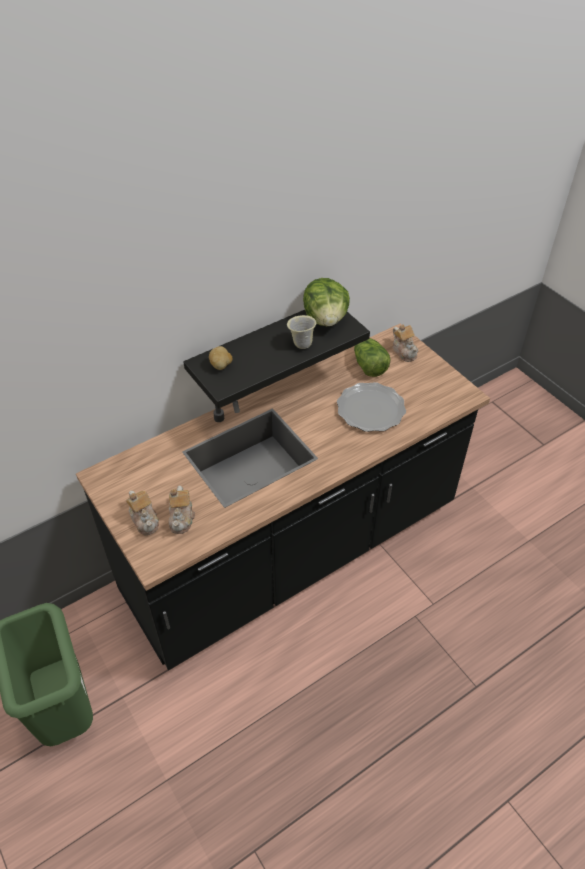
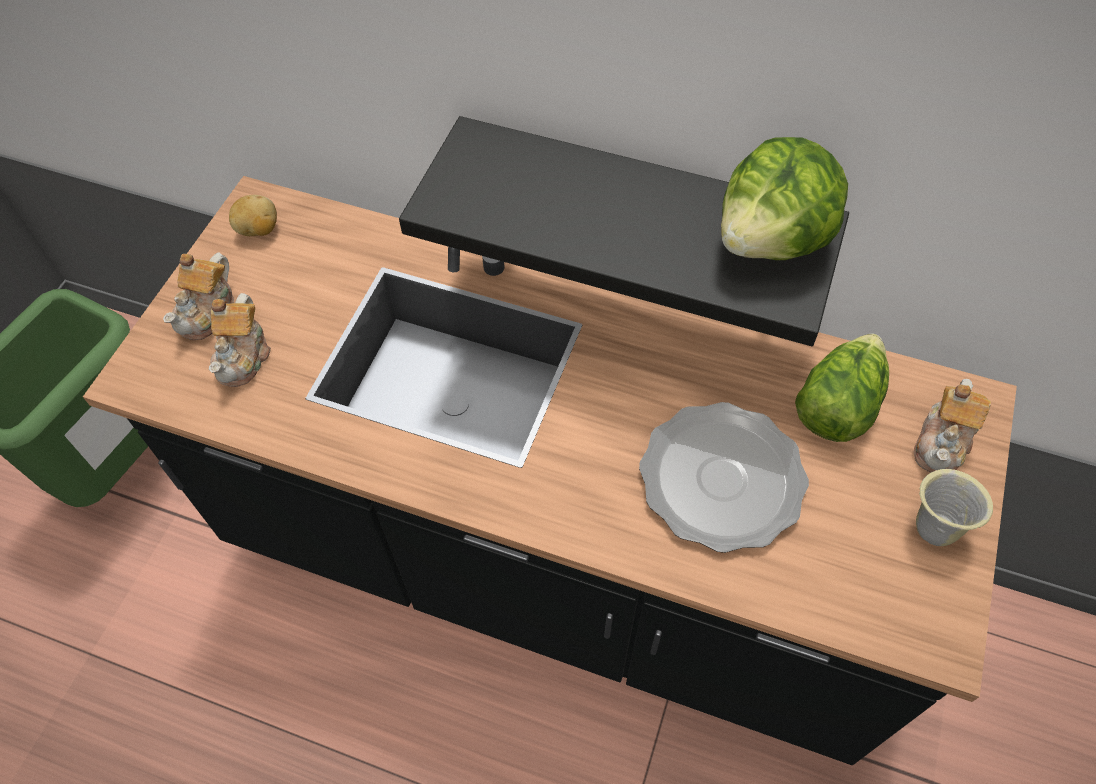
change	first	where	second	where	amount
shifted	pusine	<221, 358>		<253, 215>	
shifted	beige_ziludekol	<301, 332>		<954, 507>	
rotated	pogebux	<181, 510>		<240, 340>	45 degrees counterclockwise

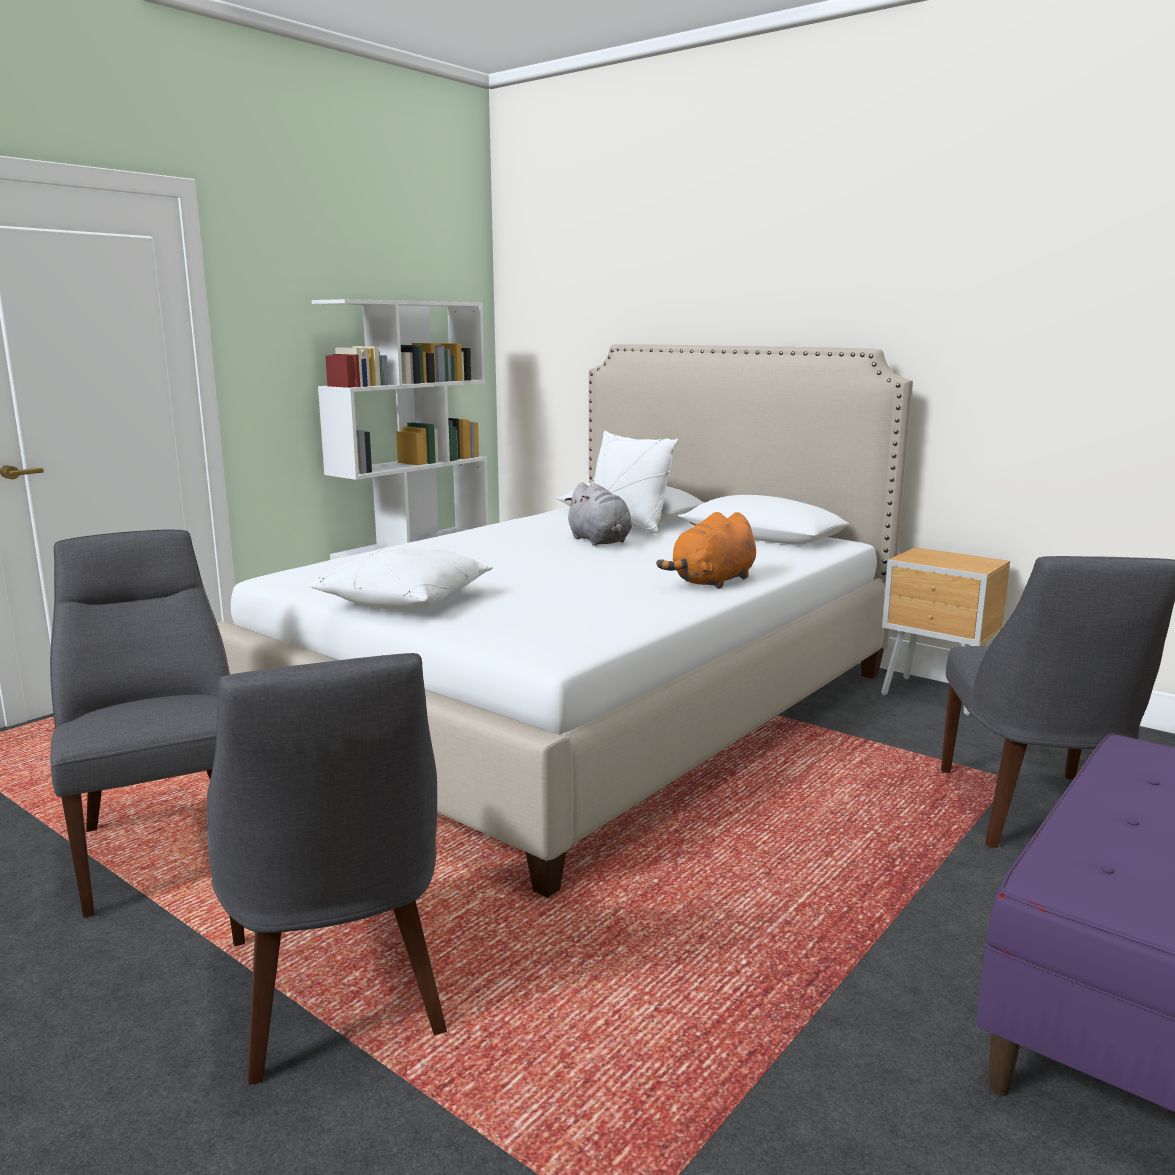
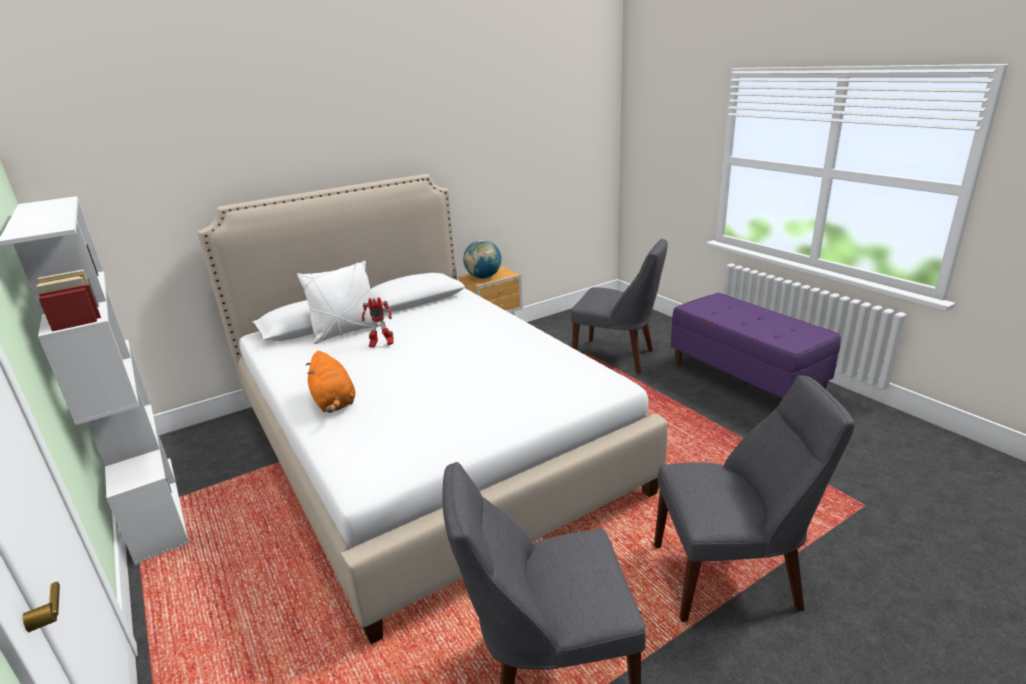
change	first	where	second	where	amount
gone	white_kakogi	<401, 578>			
new			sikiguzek	<482, 259>	
shifted	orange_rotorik	<706, 550>		<330, 382>	
swapped	grey_rotorik	<598, 514>	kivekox	<378, 322>	

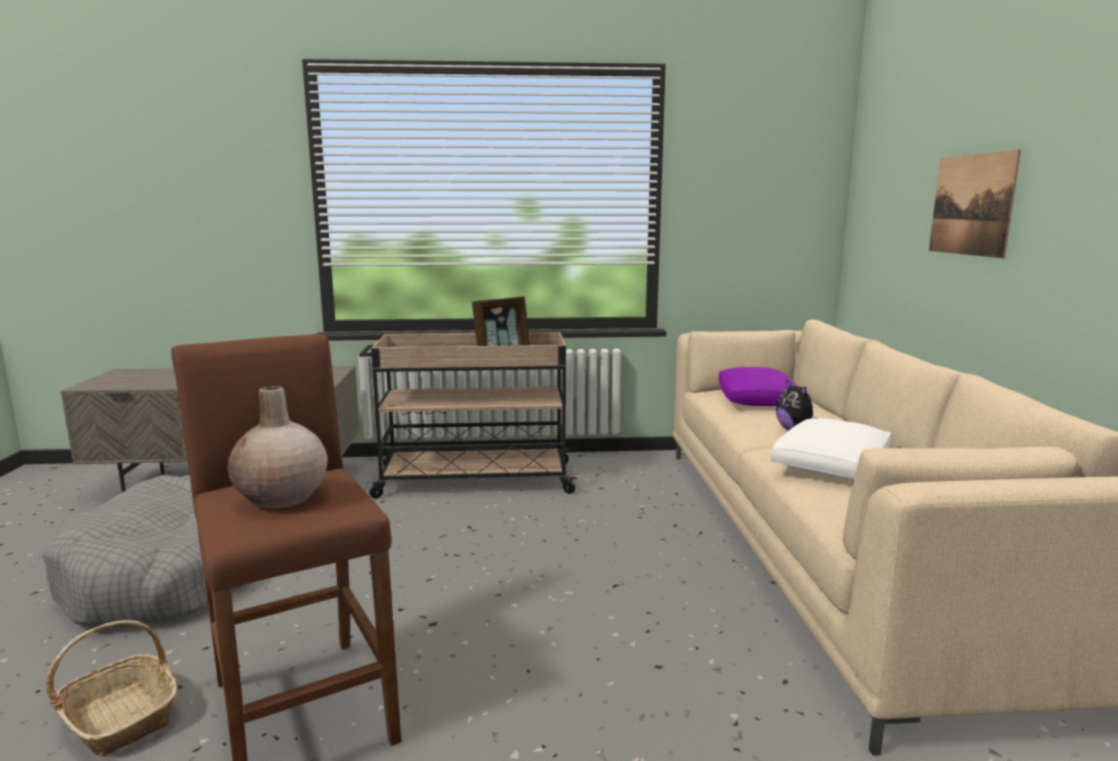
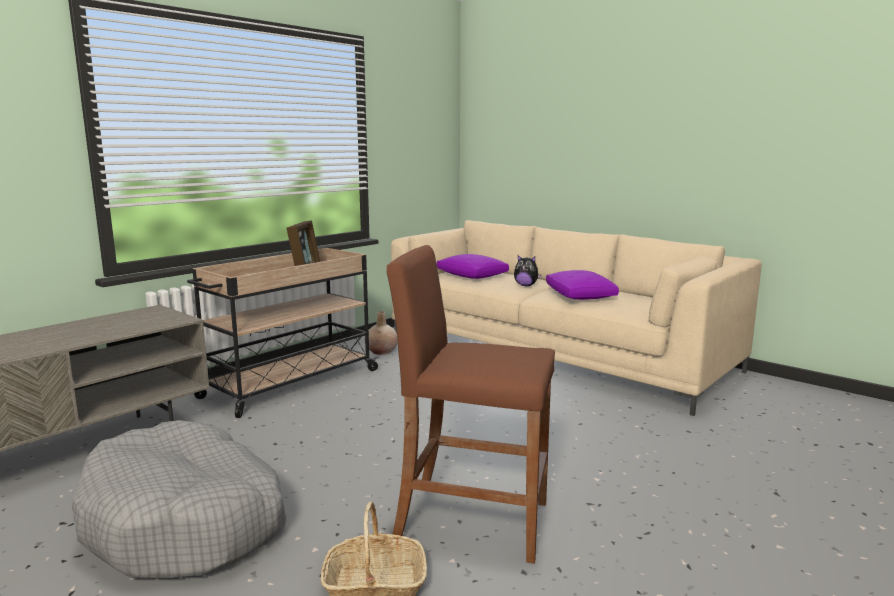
change	first	where	second	where	amount
gone	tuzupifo	<975, 204>			
shifted	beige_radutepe	<278, 447>		<381, 333>	
repainted	white_kakogi	<831, 448>	purple_kakogi	<582, 285>	

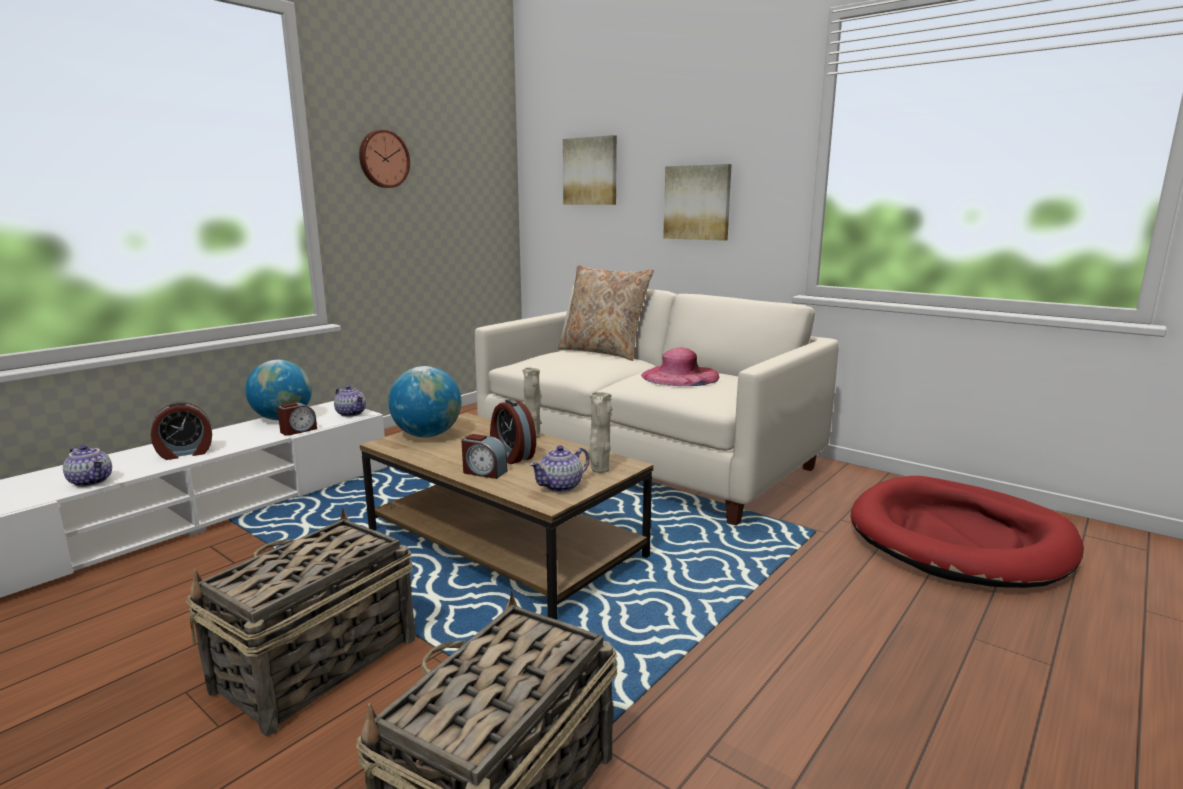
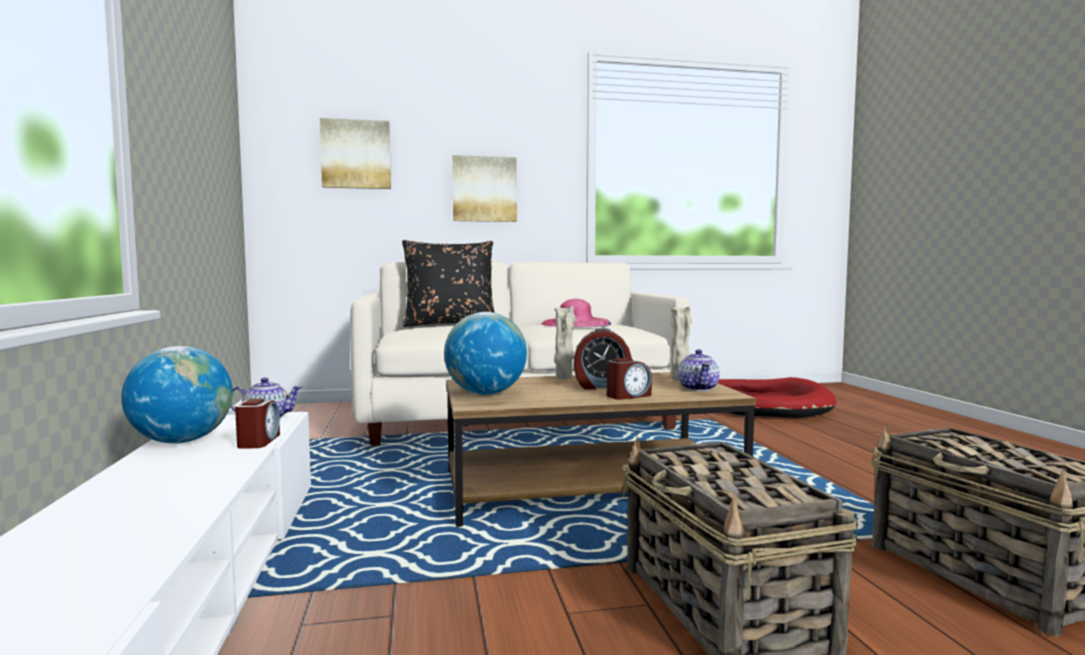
change	first	where	second	where	amount
gone	pogebux	<87, 466>			
gone	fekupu	<181, 431>			
gone	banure	<384, 159>			
repainted	beige_kakogi	<606, 313>	black_kakogi	<448, 283>	

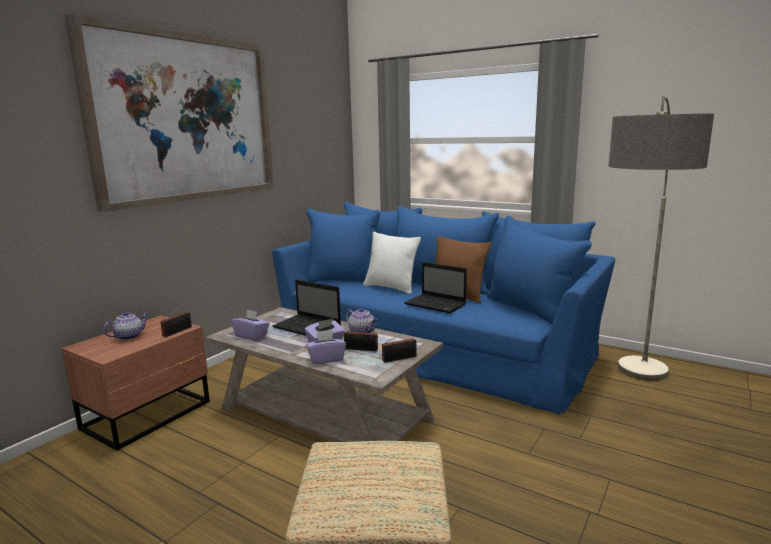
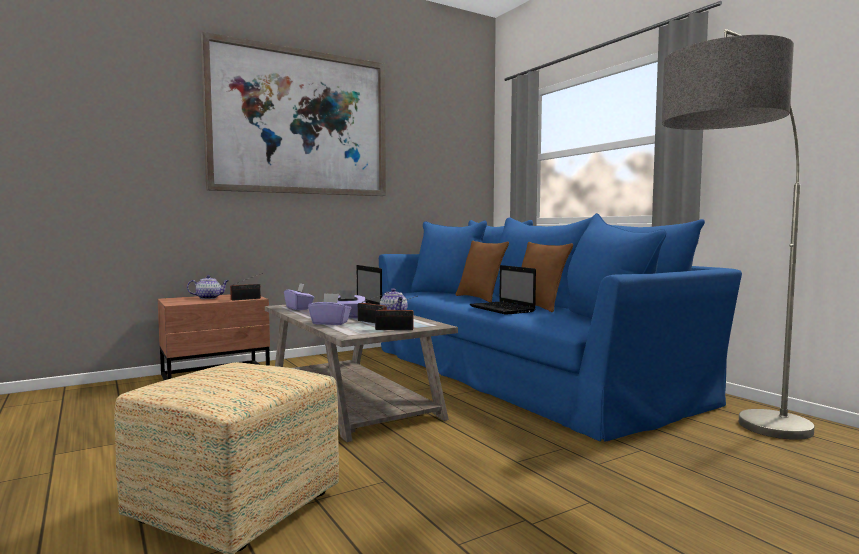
change	first	where	second	where	amount
repainted	white_kakogi	<392, 263>	brown_kakogi	<482, 271>	

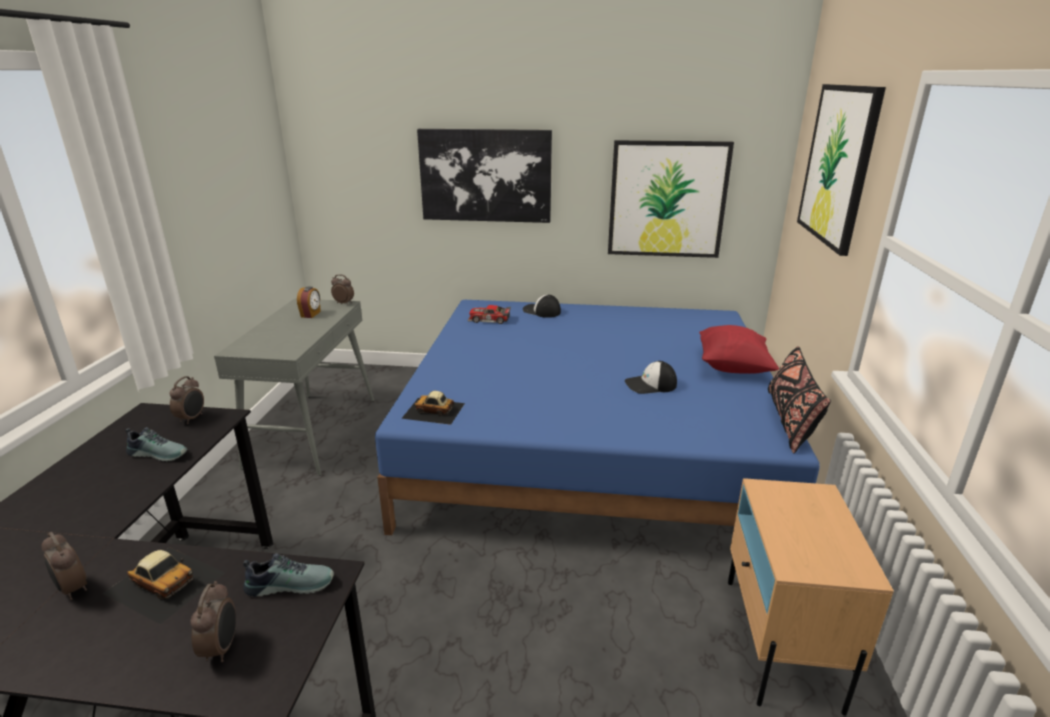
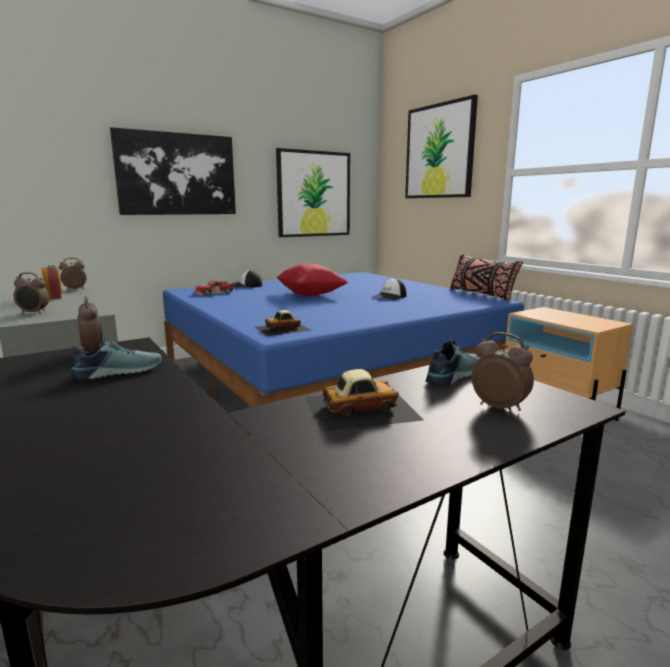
change	first	where	second	where	amount
shifted	fekupu	<64, 566>		<31, 293>	
shifted	red_kakogi	<739, 349>		<312, 280>	

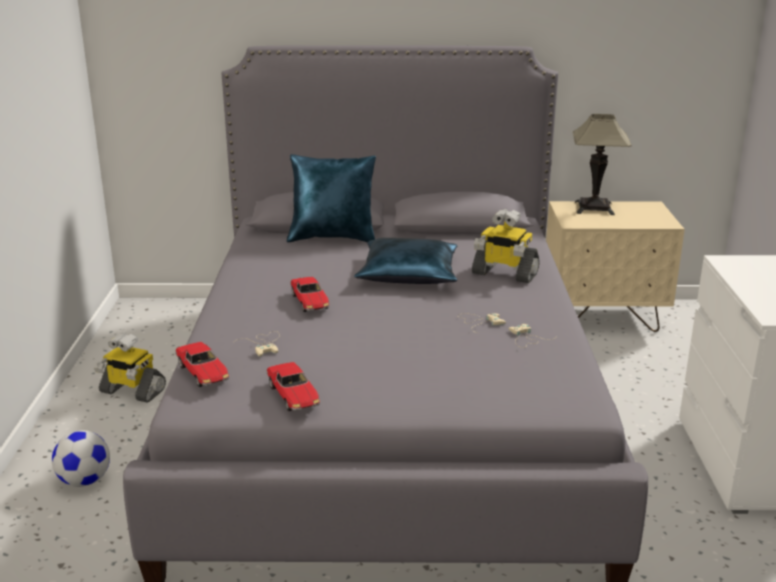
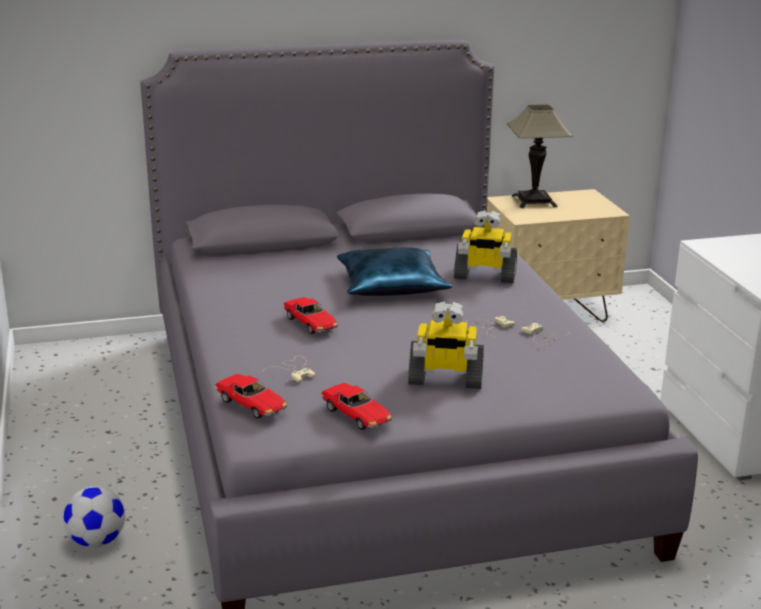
change	first	where	second	where	amount
gone	blue_kakogi	<331, 198>			
shifted	kivekox	<129, 368>		<446, 345>	

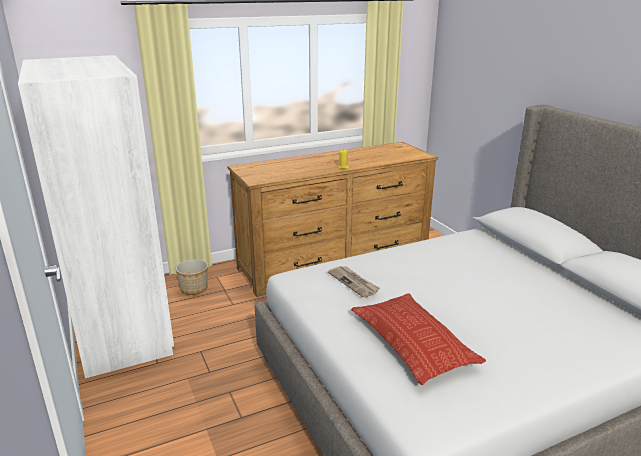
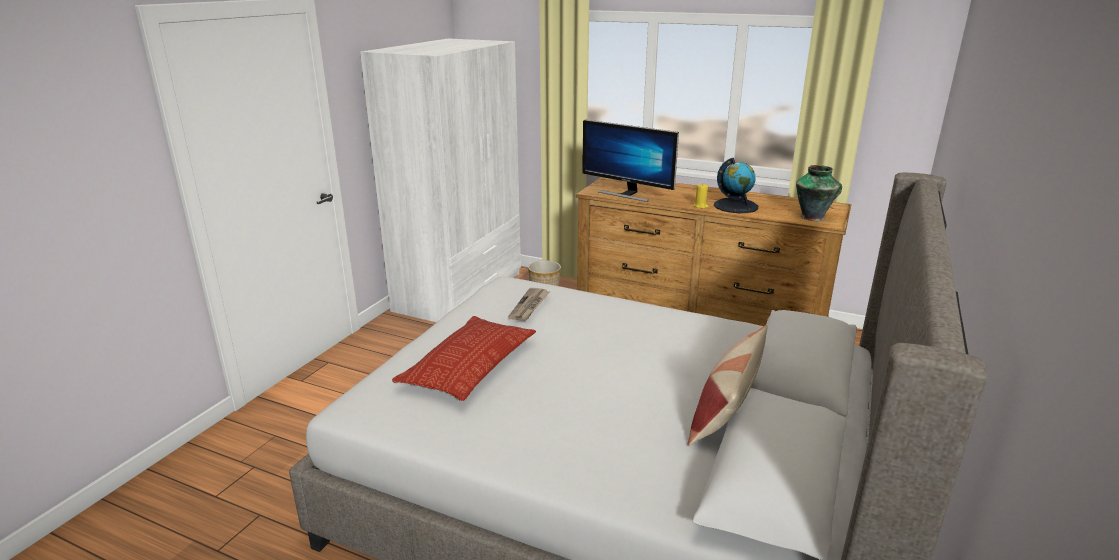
change	first	where	second	where	amount
new			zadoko	<630, 160>	
new			kakogi	<727, 385>	
new			sikiguzek	<736, 185>	
new			radutepe	<819, 193>	

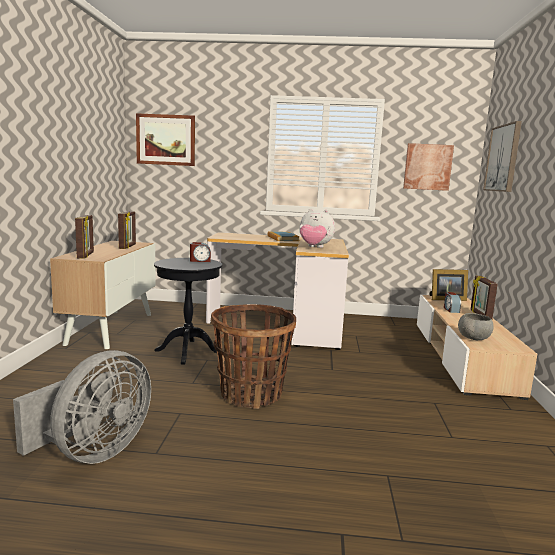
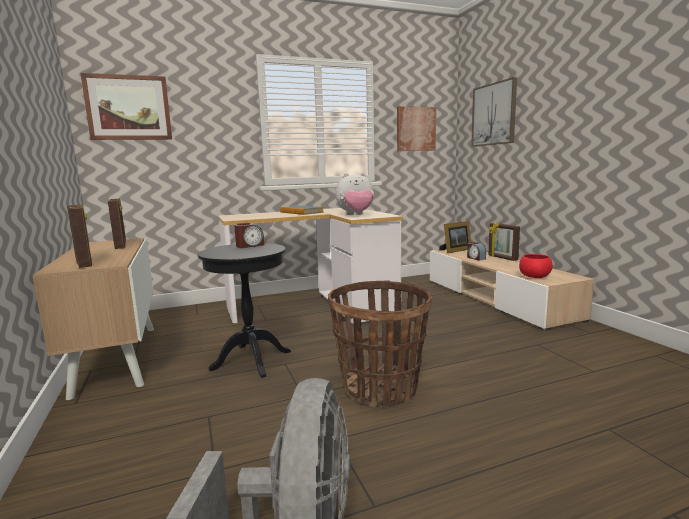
change	first	where	second	where	amount
repainted	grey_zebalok	<476, 326>	red_zebalok	<536, 266>	

